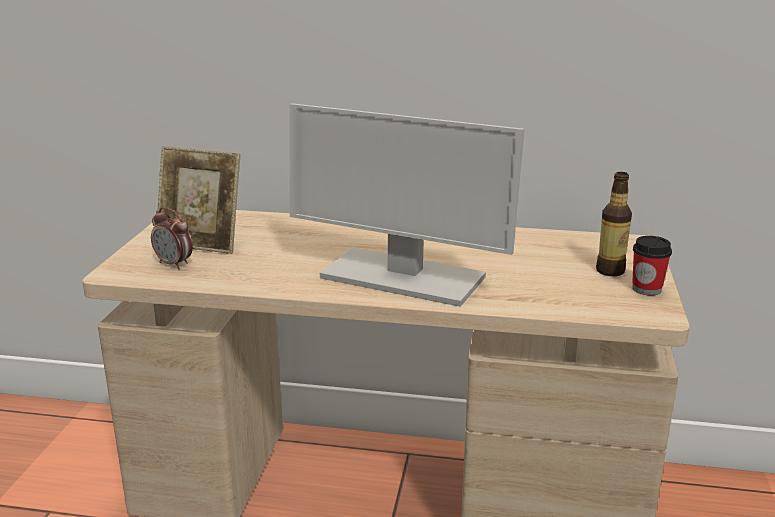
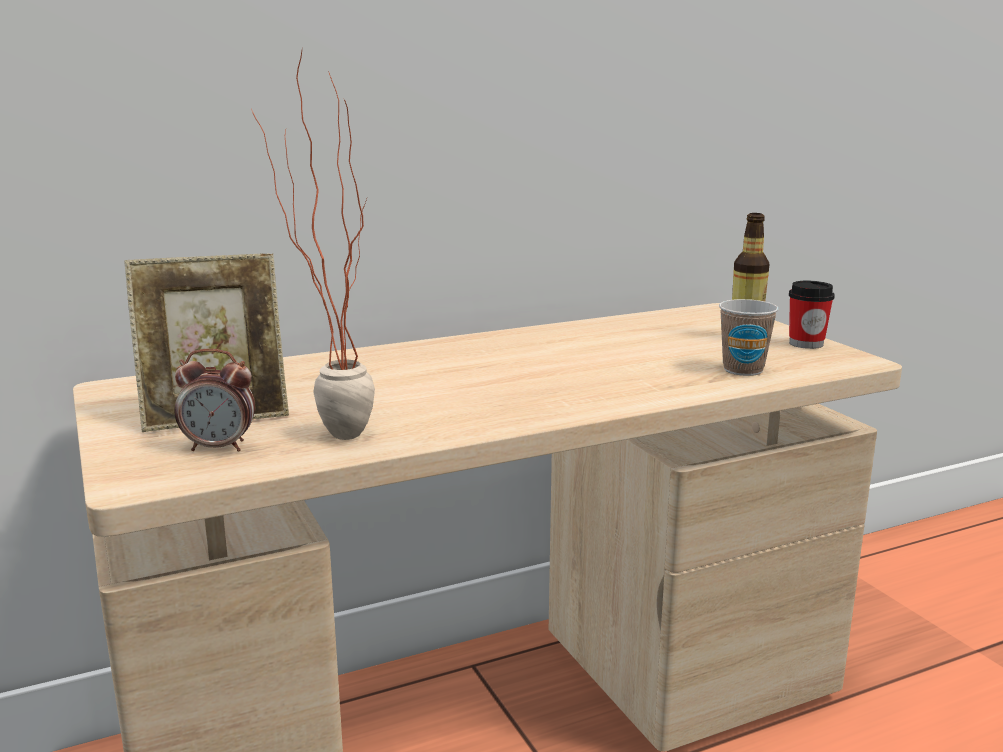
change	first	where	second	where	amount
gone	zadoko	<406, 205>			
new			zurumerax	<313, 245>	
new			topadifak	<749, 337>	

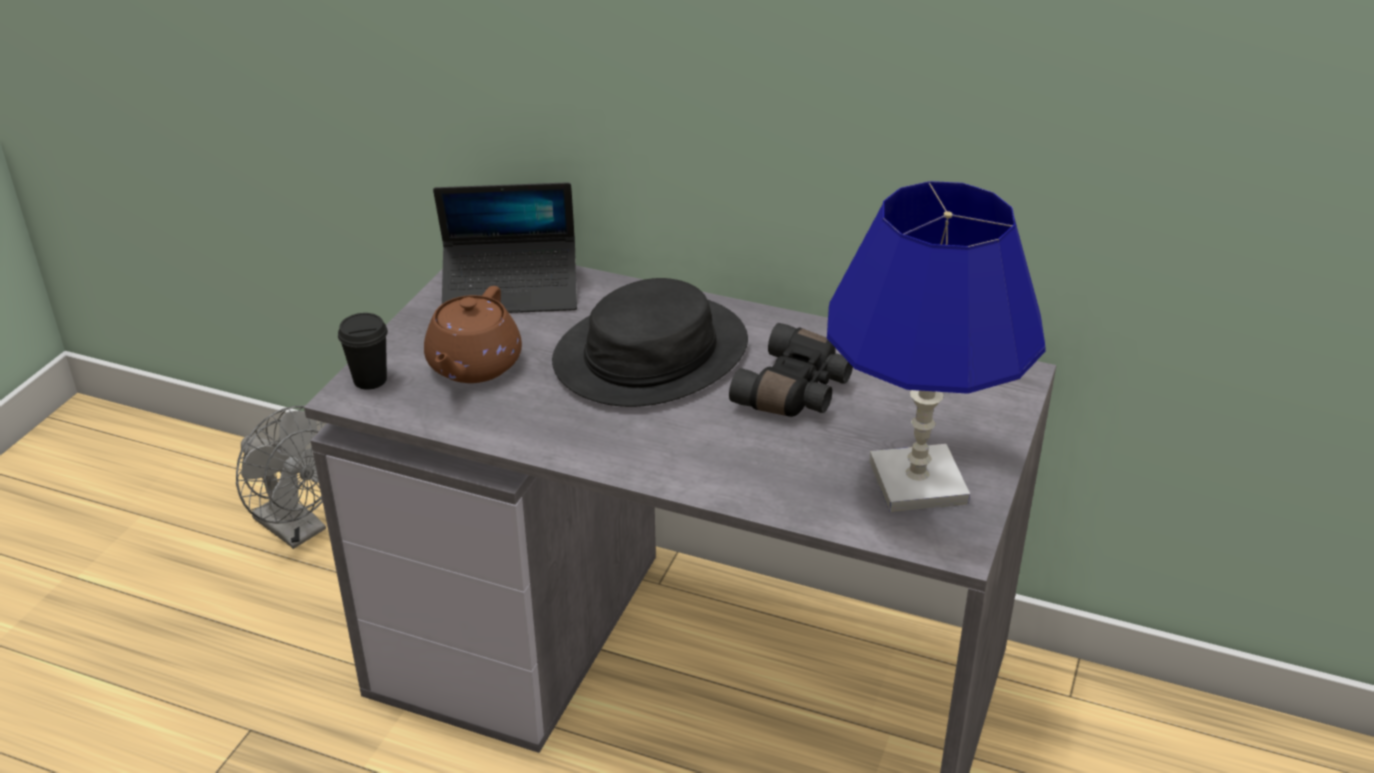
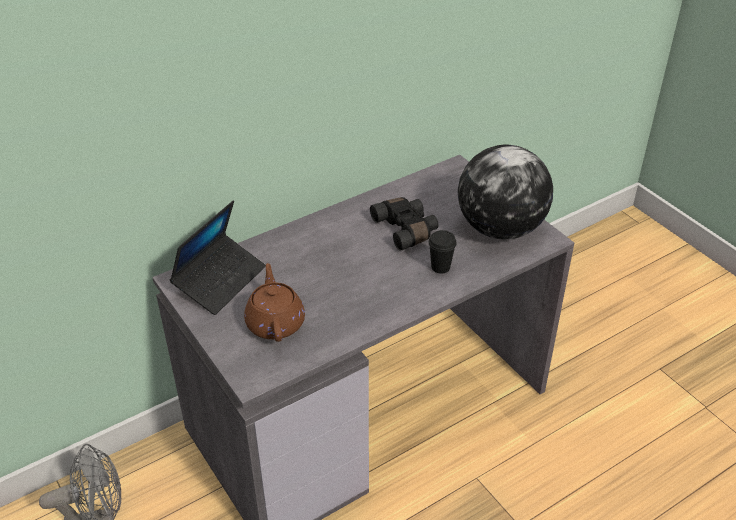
change	first	where	second	where	amount
gone	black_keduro	<650, 342>			
shifted	black_topadifak	<363, 351>		<442, 252>	
swapped	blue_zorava	<936, 346>	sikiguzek	<505, 192>	
rotated	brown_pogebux	<473, 334>		<274, 302>	150 degrees counterclockwise

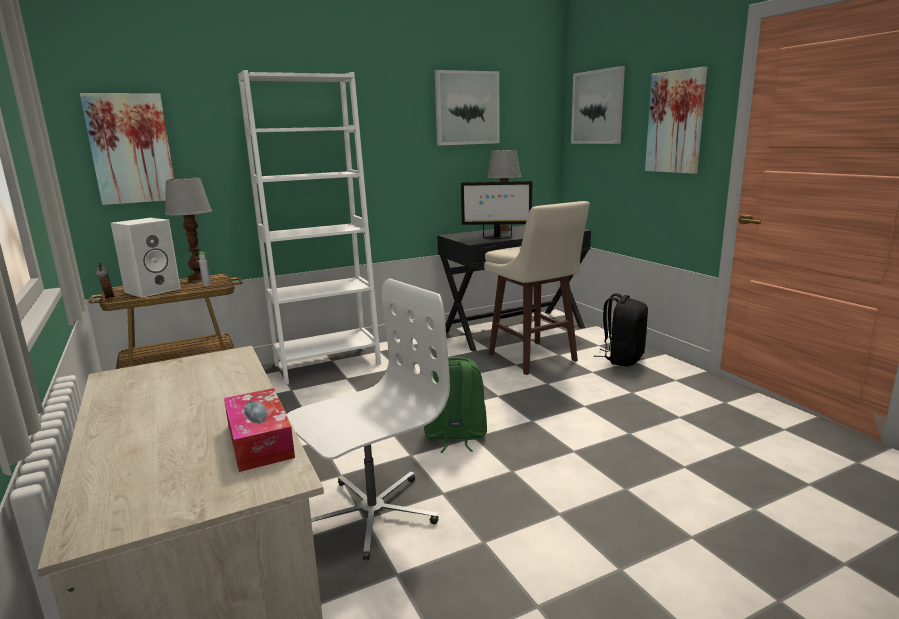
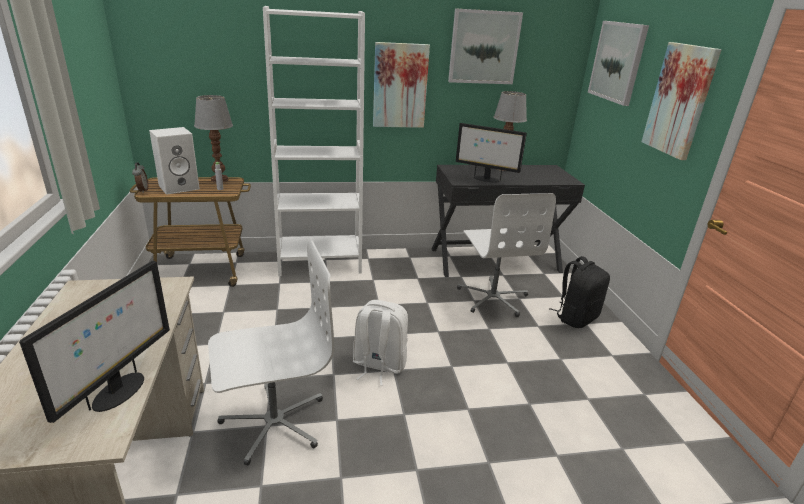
change	first	where	second	where	amount
shifted	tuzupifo	<127, 149>		<401, 85>	
swapped	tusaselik	<259, 430>	zadoko	<94, 342>	
swapped	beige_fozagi	<537, 288>	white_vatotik	<506, 255>	
repainted	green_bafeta	<455, 405>	white_bafeta	<380, 343>	

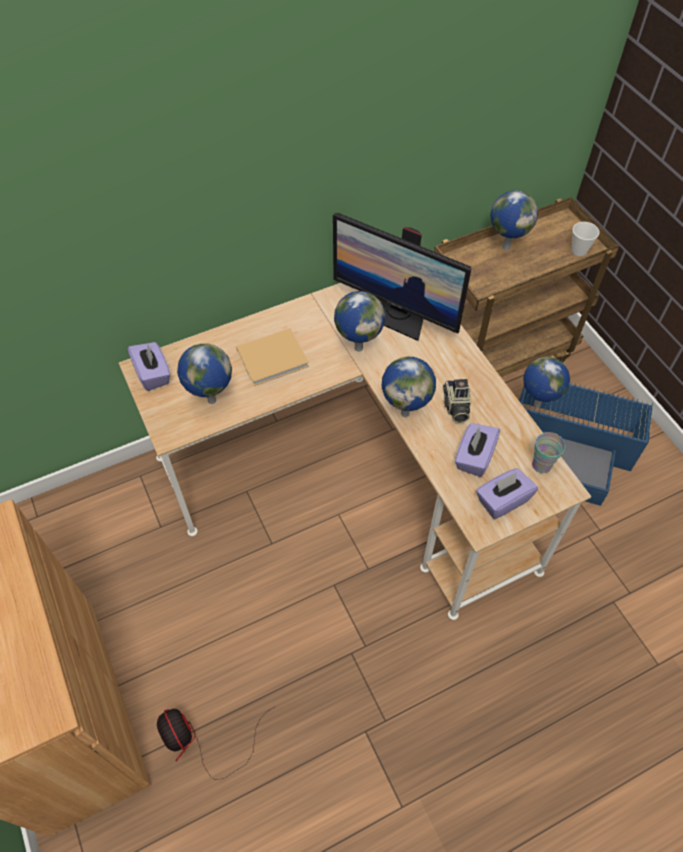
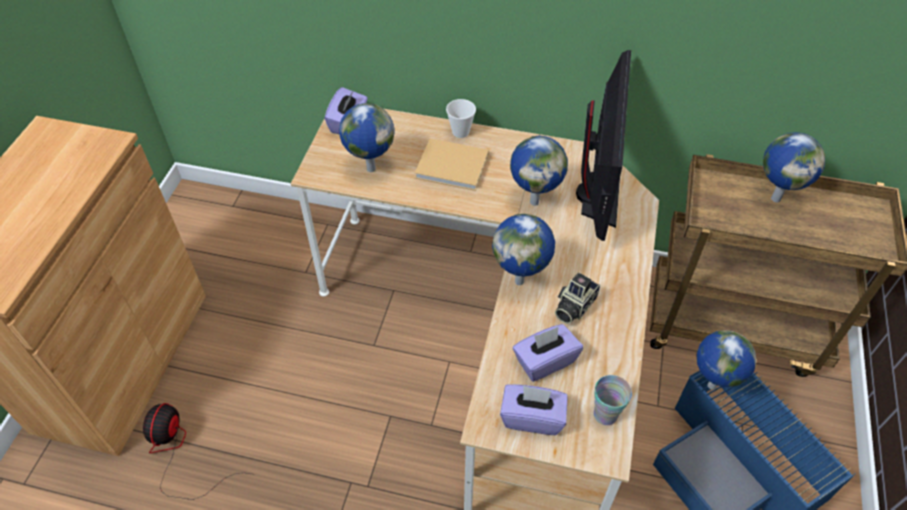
change	first	where	second	where	amount
shifted	topadifak	<585, 239>		<461, 118>	
rotated	zadoko	<402, 277>		<603, 145>	150 degrees counterclockwise

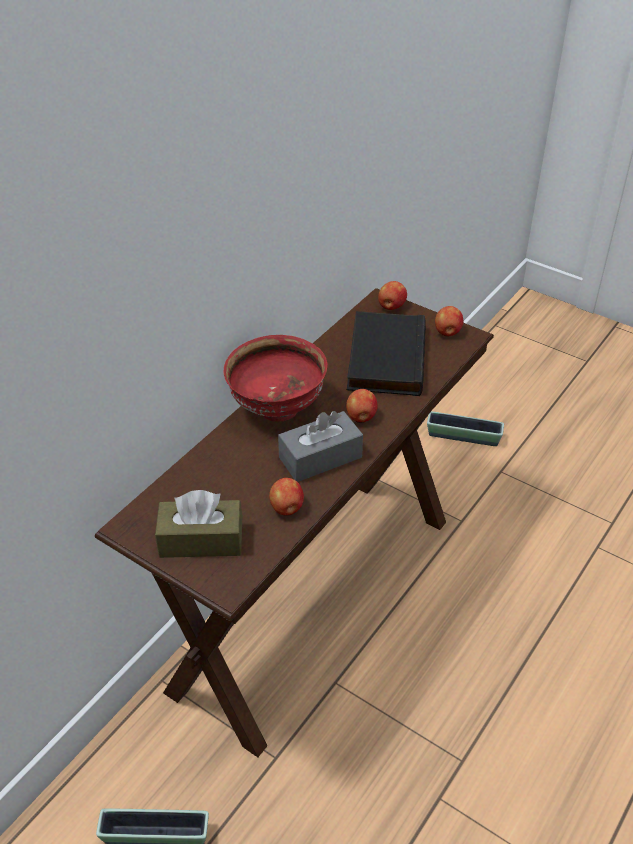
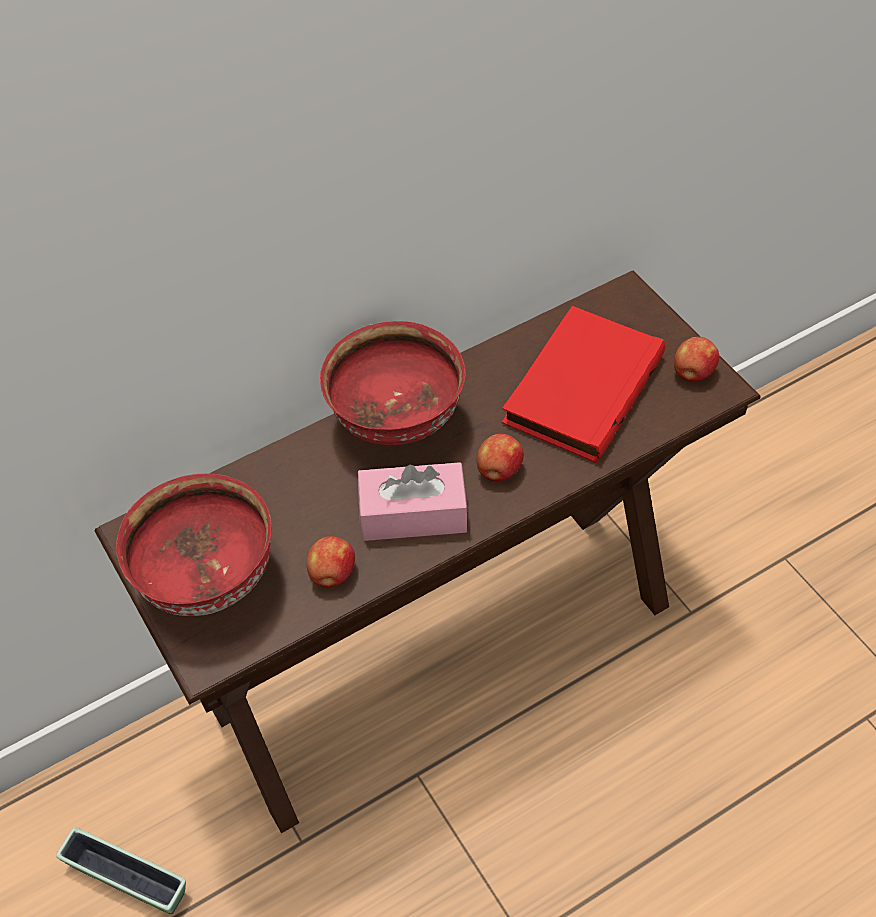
change	first	where	second	where	amount
gone	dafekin	<392, 295>			
gone	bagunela	<465, 428>			
swapped	brown_tusaselik	<199, 524>	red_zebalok	<194, 544>	
repainted	grey_tusaselik	<320, 446>	pink_tusaselik	<413, 501>	
repainted	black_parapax	<386, 353>	red_parapax	<583, 384>	

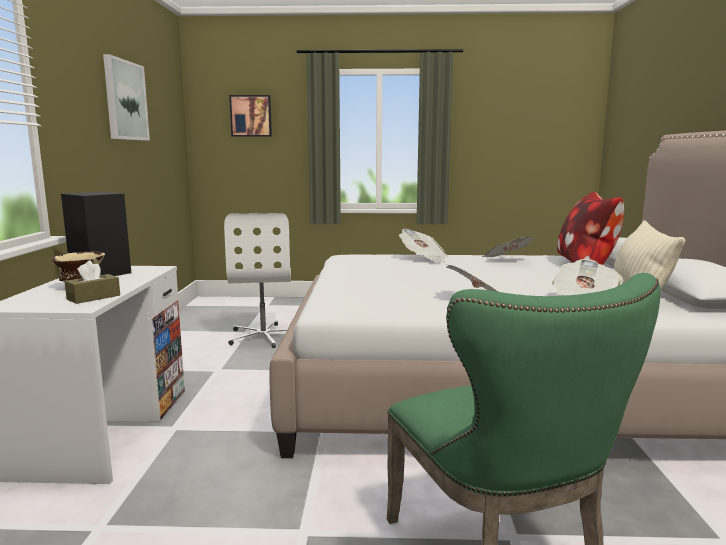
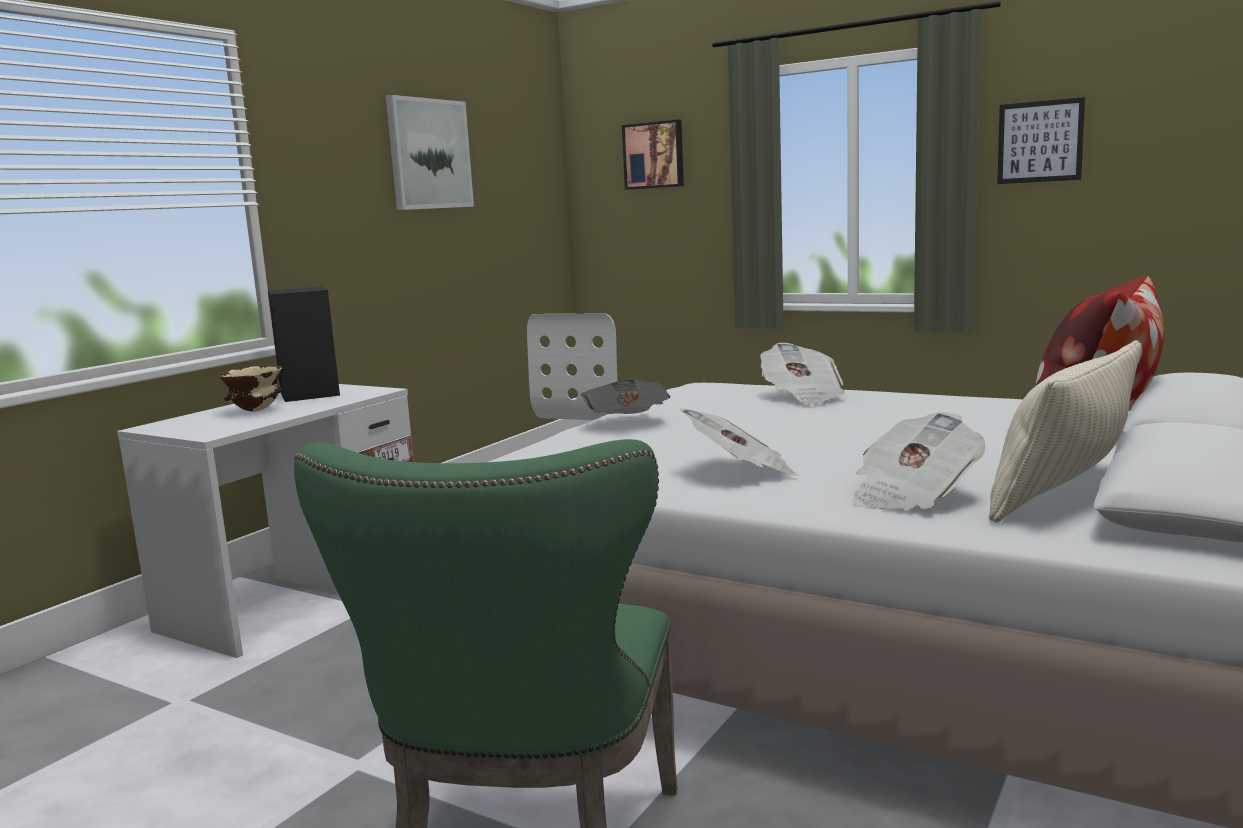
change	first	where	second	where	amount
gone	brown_tusaselik	<92, 282>			
new			tuzupifo	<1041, 140>	
shifted	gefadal	<508, 246>		<625, 396>	

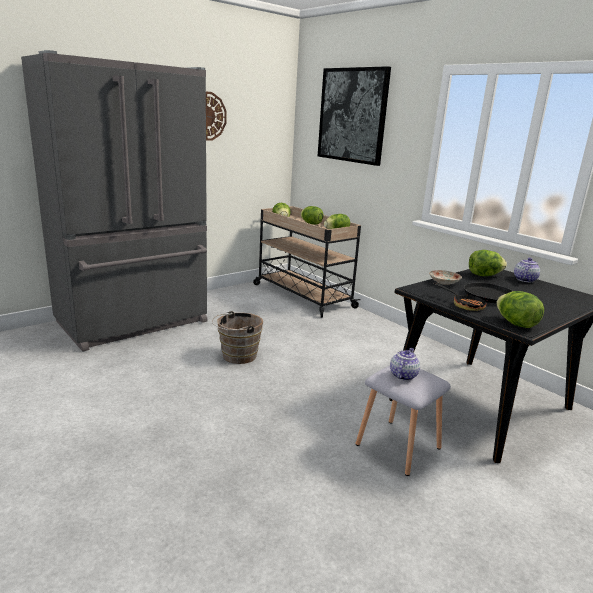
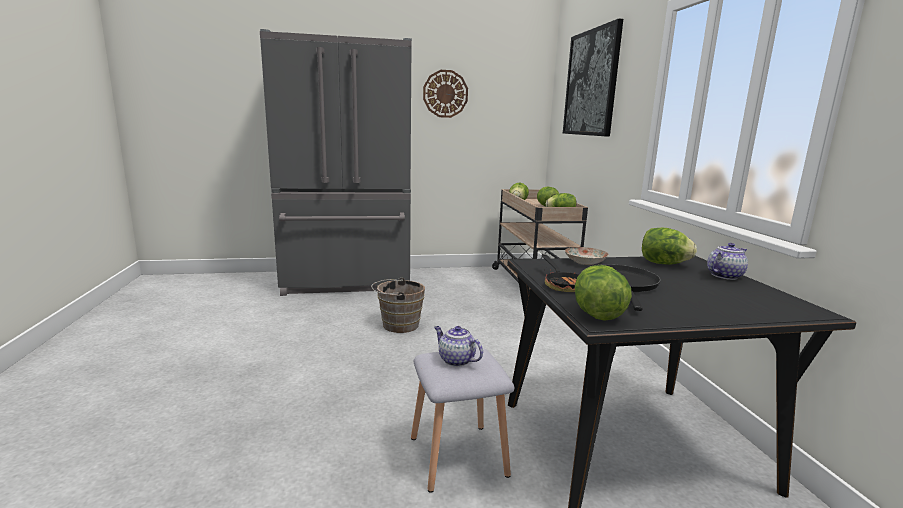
change	first	where	second	where	amount
rotated	pogebux	<405, 364>		<458, 346>	105 degrees counterclockwise

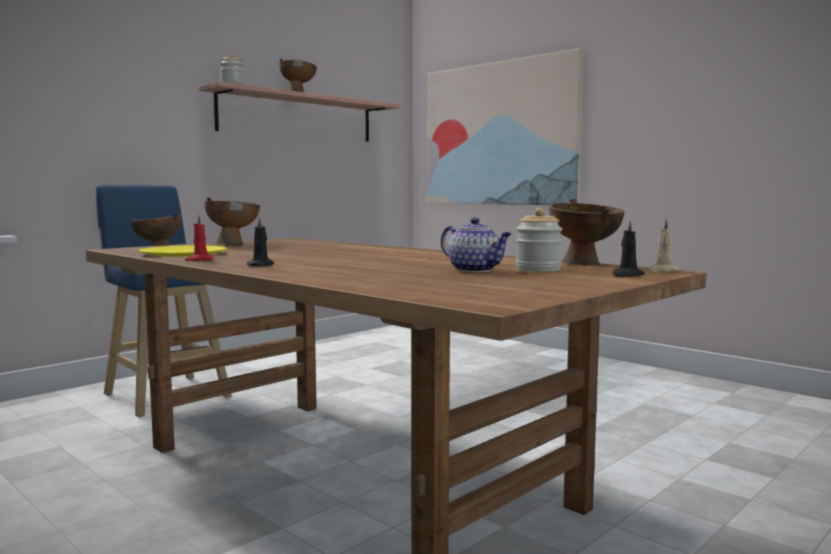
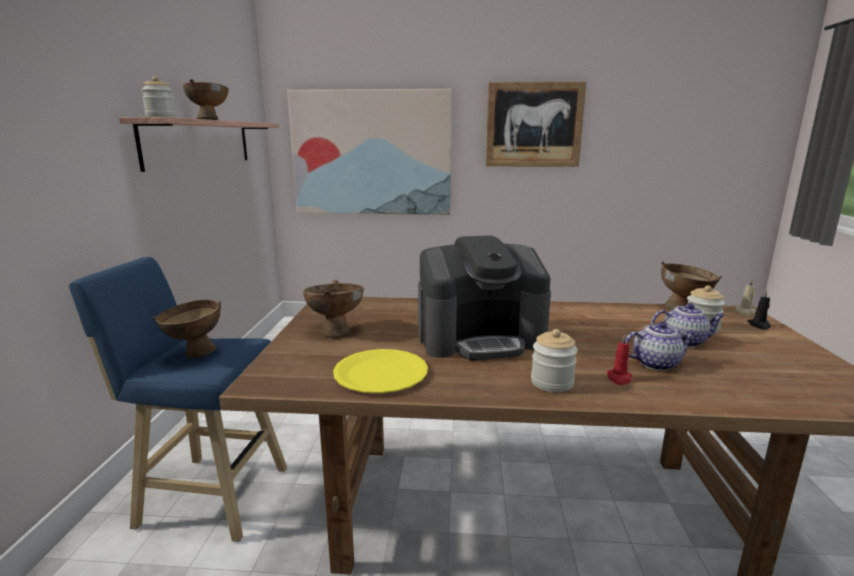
change	first	where	second	where	amount
new			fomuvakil	<484, 297>	
new			tuzupifo	<536, 124>	
new			pogebux	<660, 346>	
shifted	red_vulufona	<199, 237>		<619, 359>	
swapped	black_vulufona	<260, 241>	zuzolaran	<554, 360>	

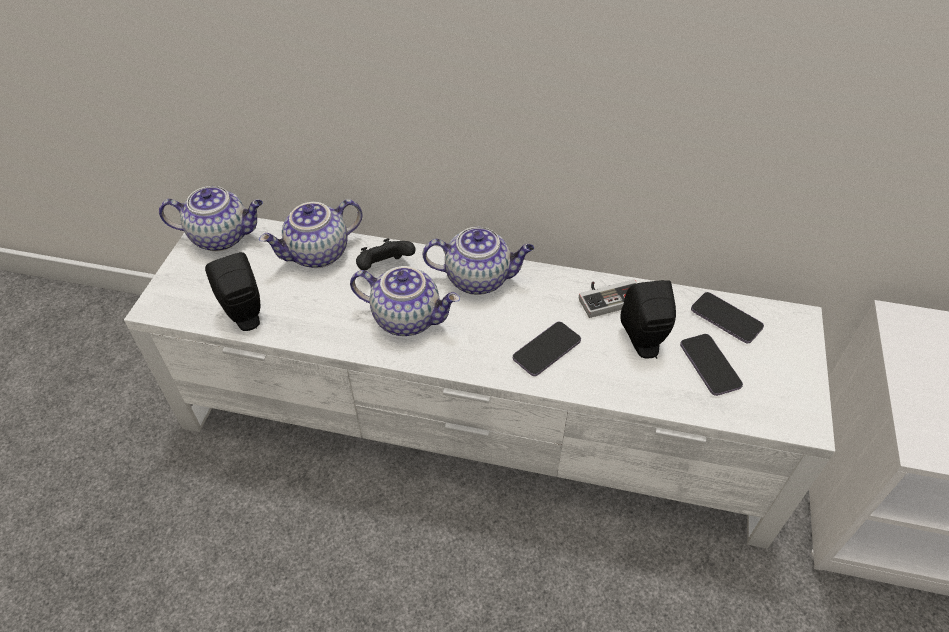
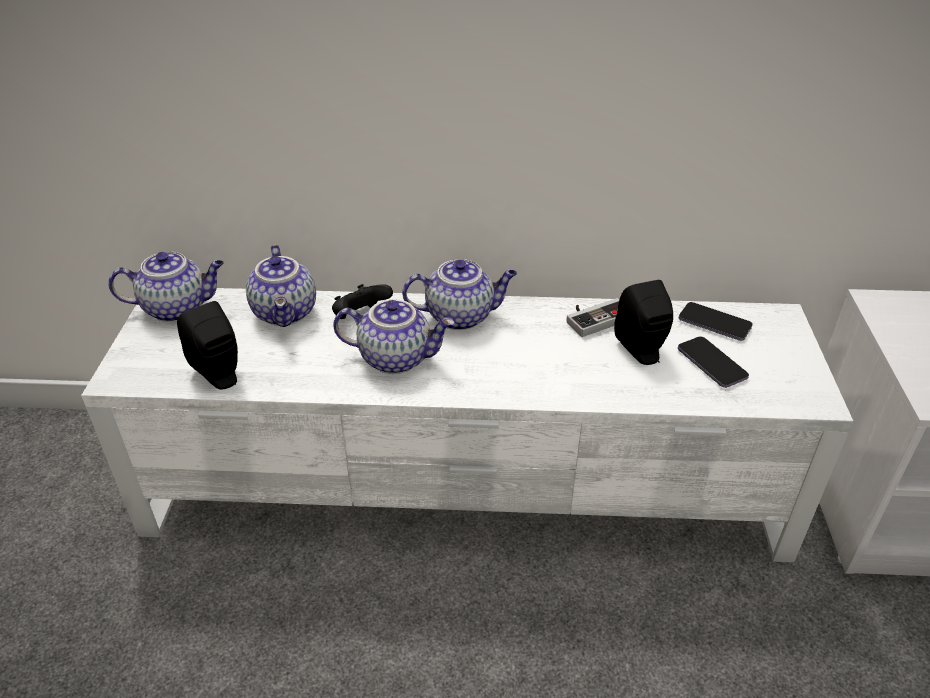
change	first	where	second	where	amount
gone	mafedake	<547, 349>			
rotated	pogebux	<311, 233>		<281, 286>	60 degrees counterclockwise

